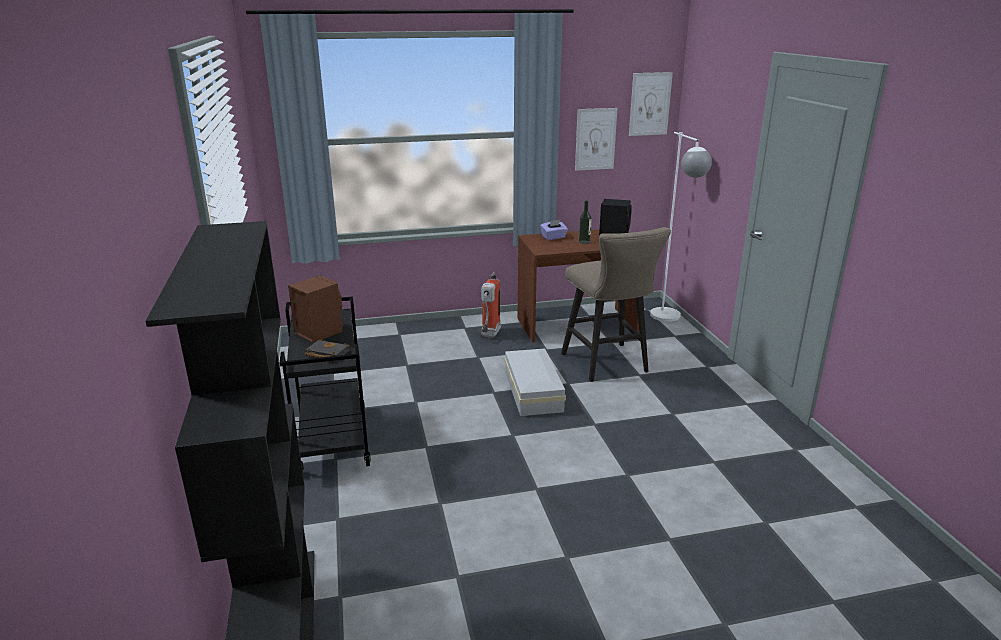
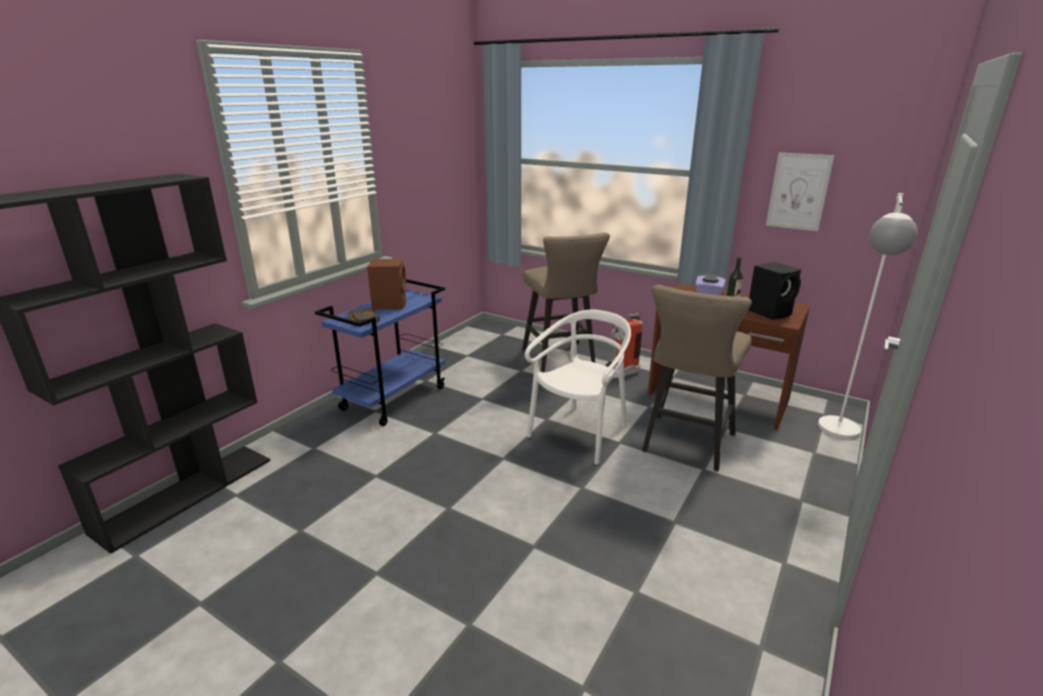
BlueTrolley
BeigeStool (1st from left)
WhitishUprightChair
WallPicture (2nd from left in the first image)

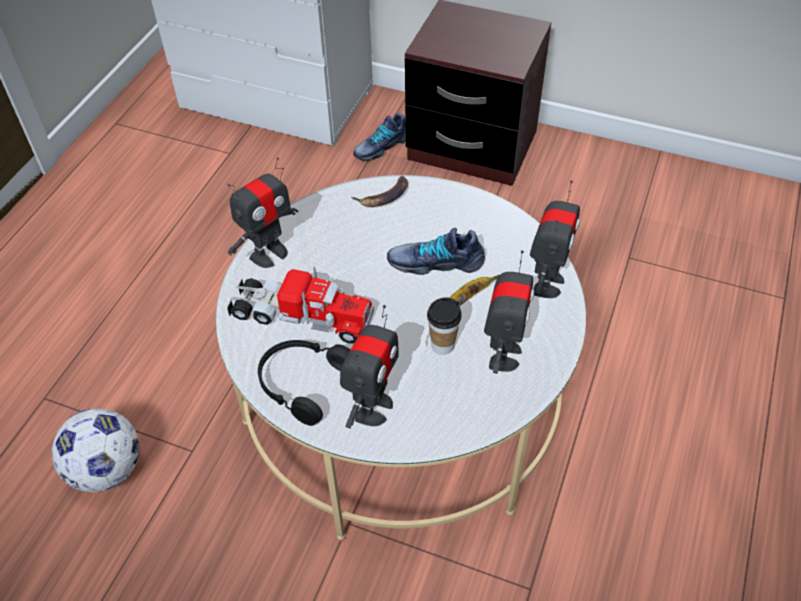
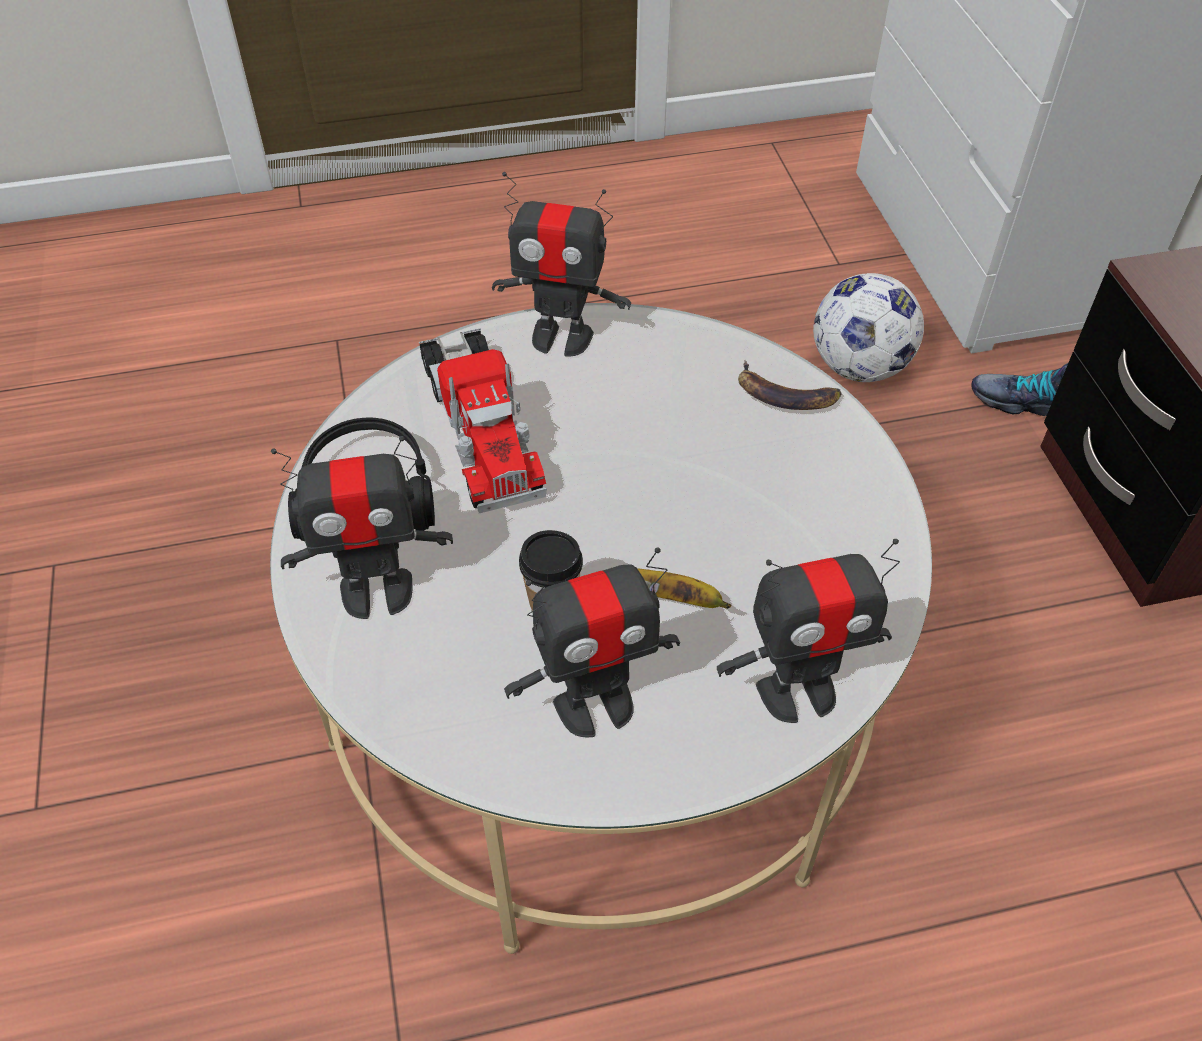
BallForFootball
ItemOfFootwear (2nd from left in the first image)

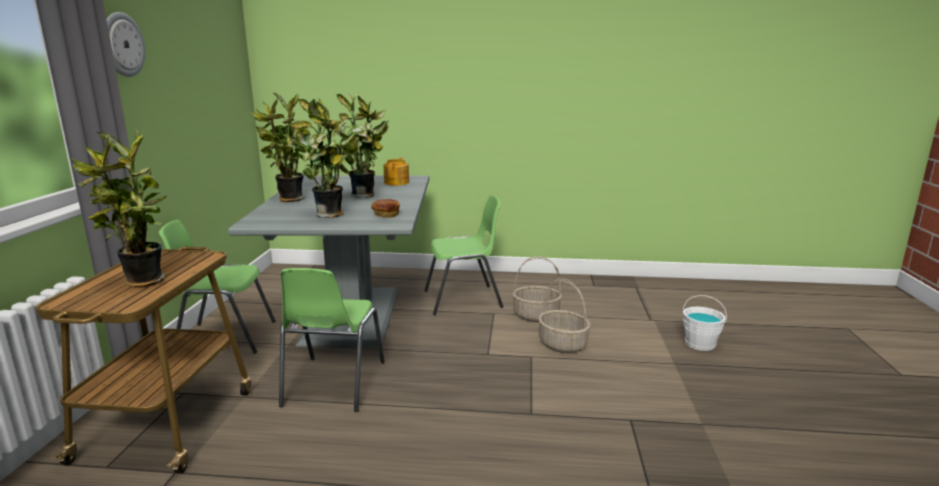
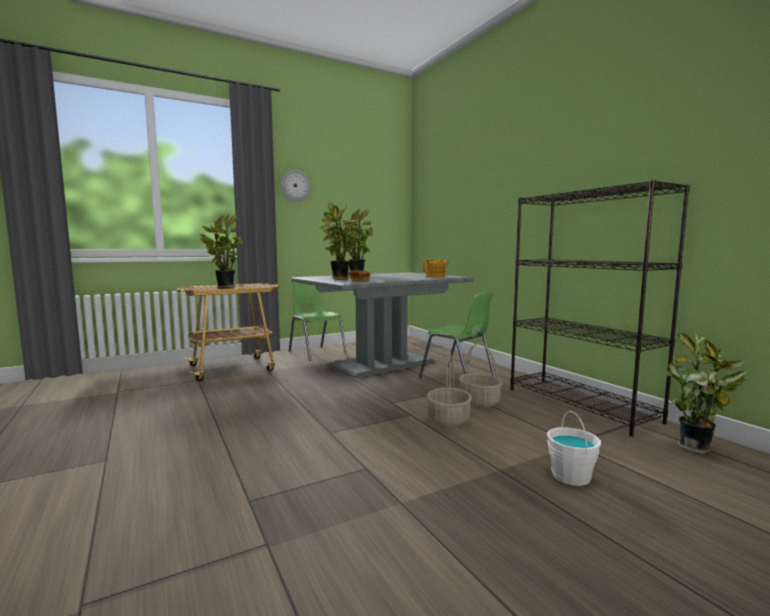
BlackColouredBookcase
Houseplant (4th from left)
GreenUprightChair (2nd from left in the first image)

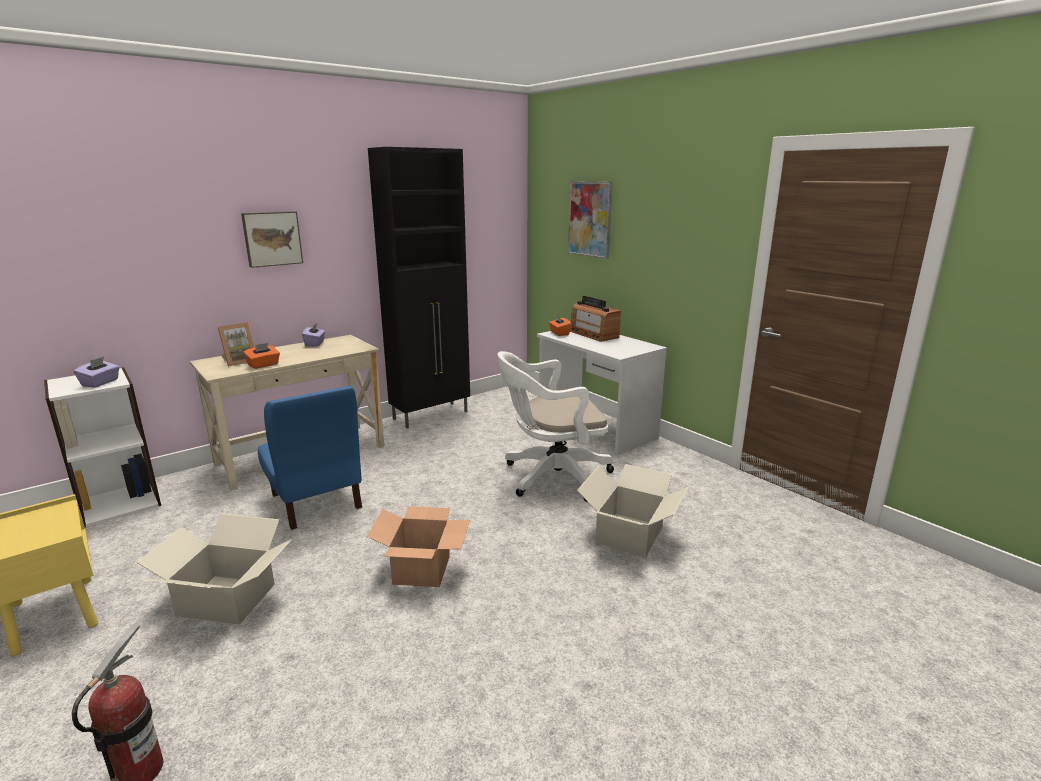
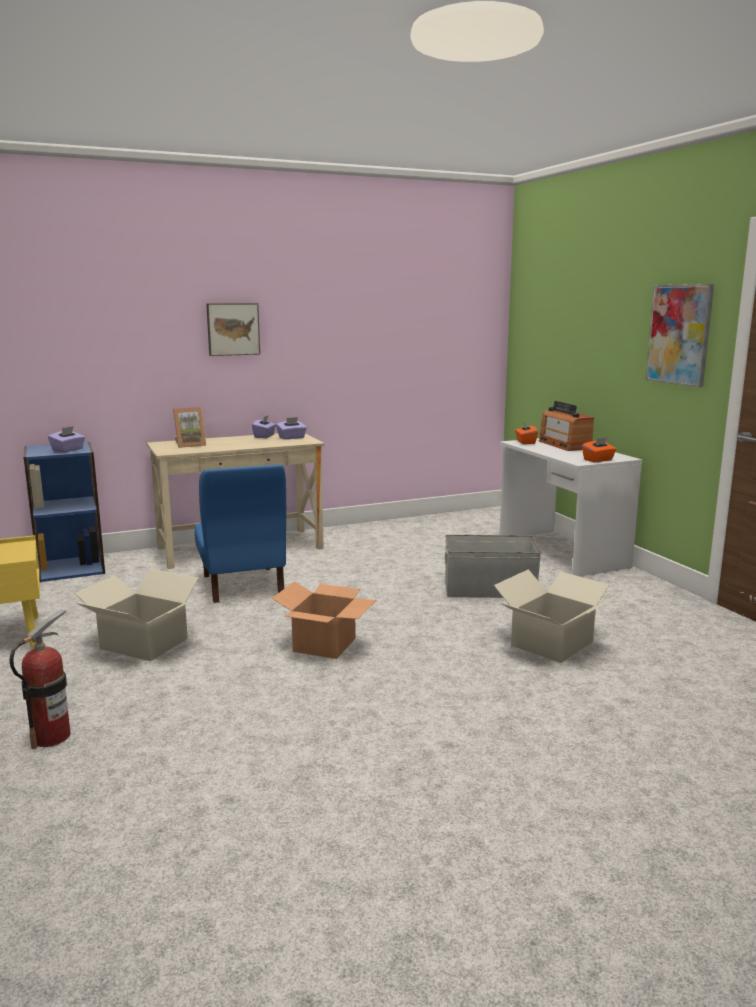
BlueBookcase
PurplishTissueHolder (3rd from left)
GrayStorageContainer
OrangeTissueHolder (2nd from left)
WallPicture (2nd from left)
BlackColouredCupboard

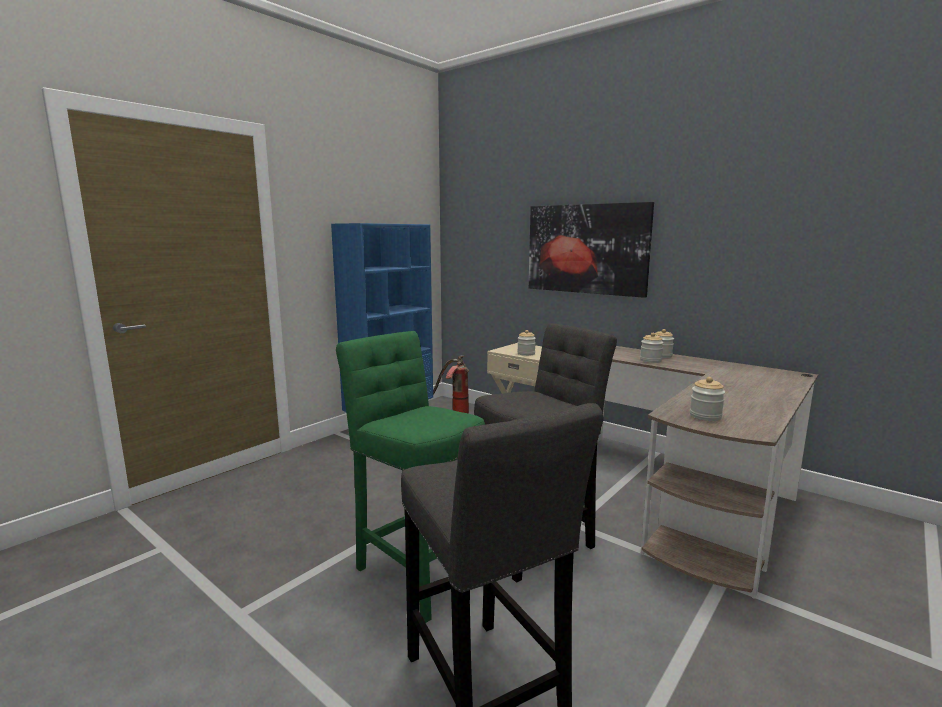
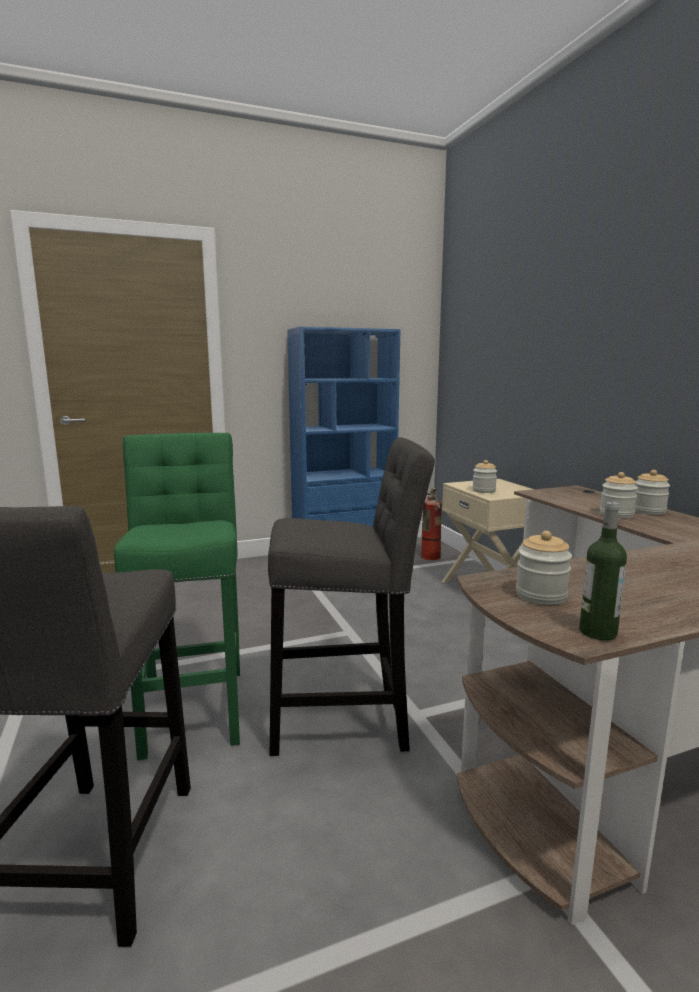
DrinkBottle
WallPicture

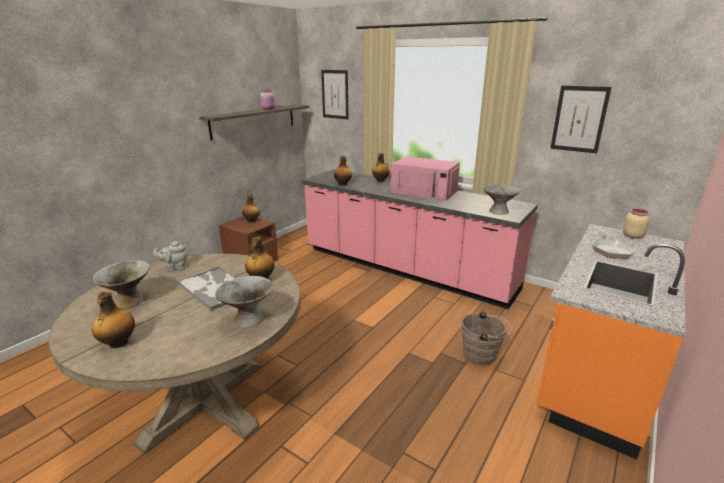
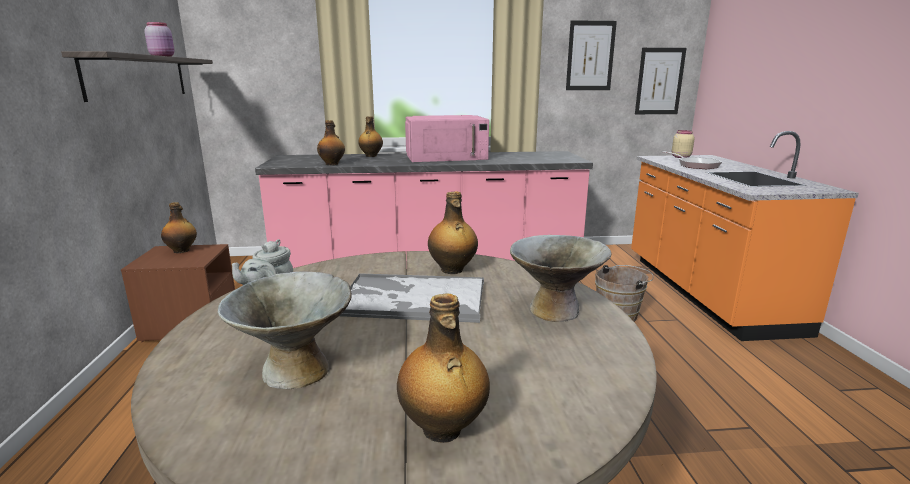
WallPicture (2nd from left)
GrayBowl (3rd from left in the first image)

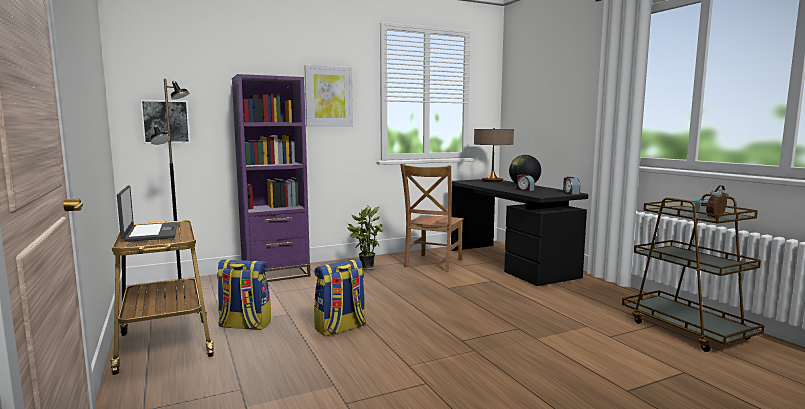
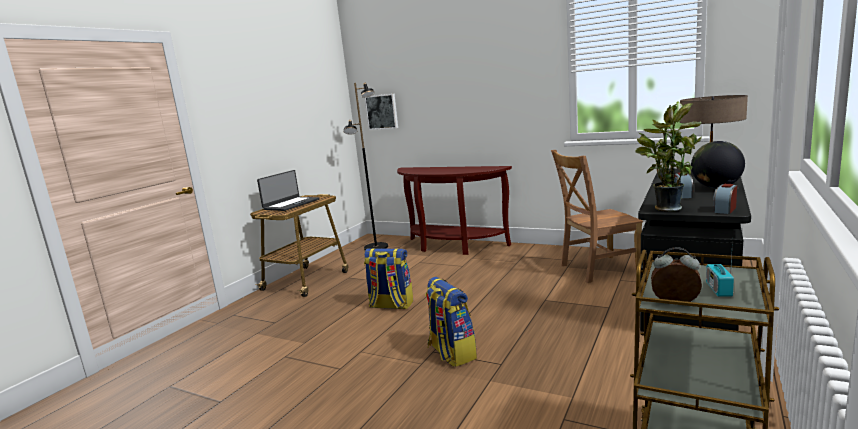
BrownHallTable
Backpack (2nd from left)
Houseplant
WallPicture (2nd from left in the first image)

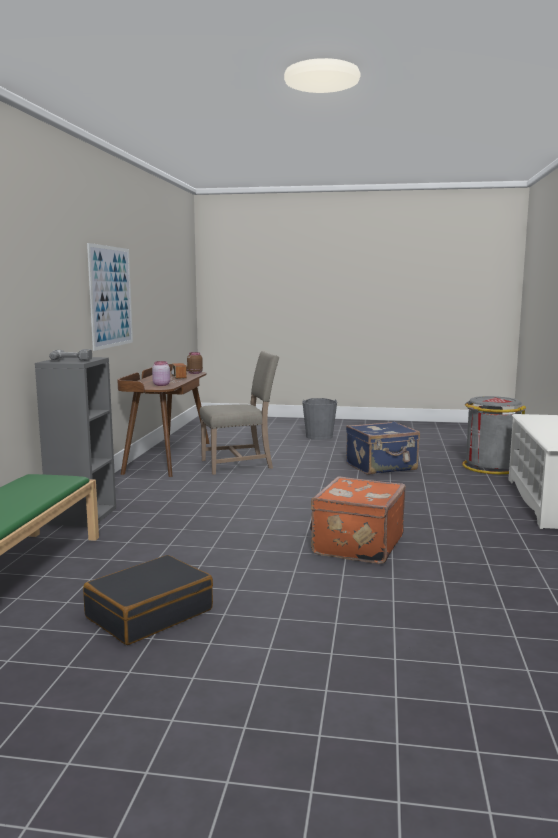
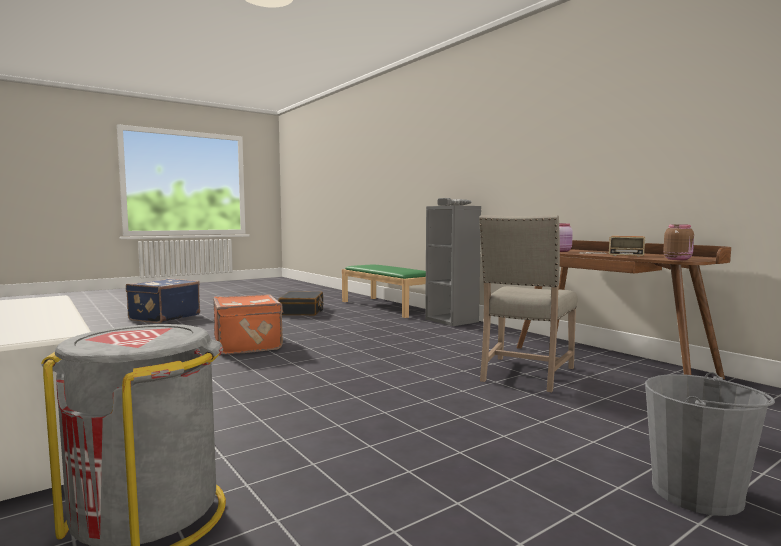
BlueTravelCase
WallPicture

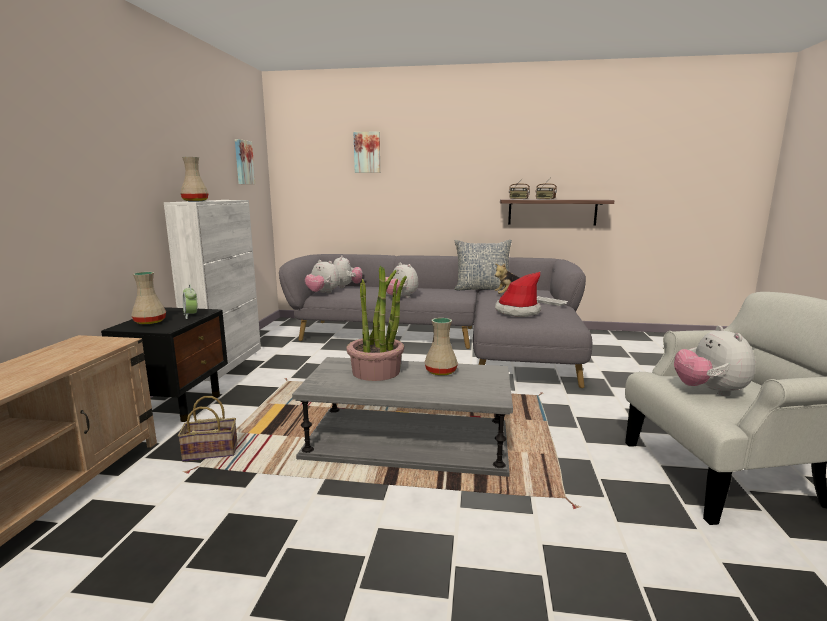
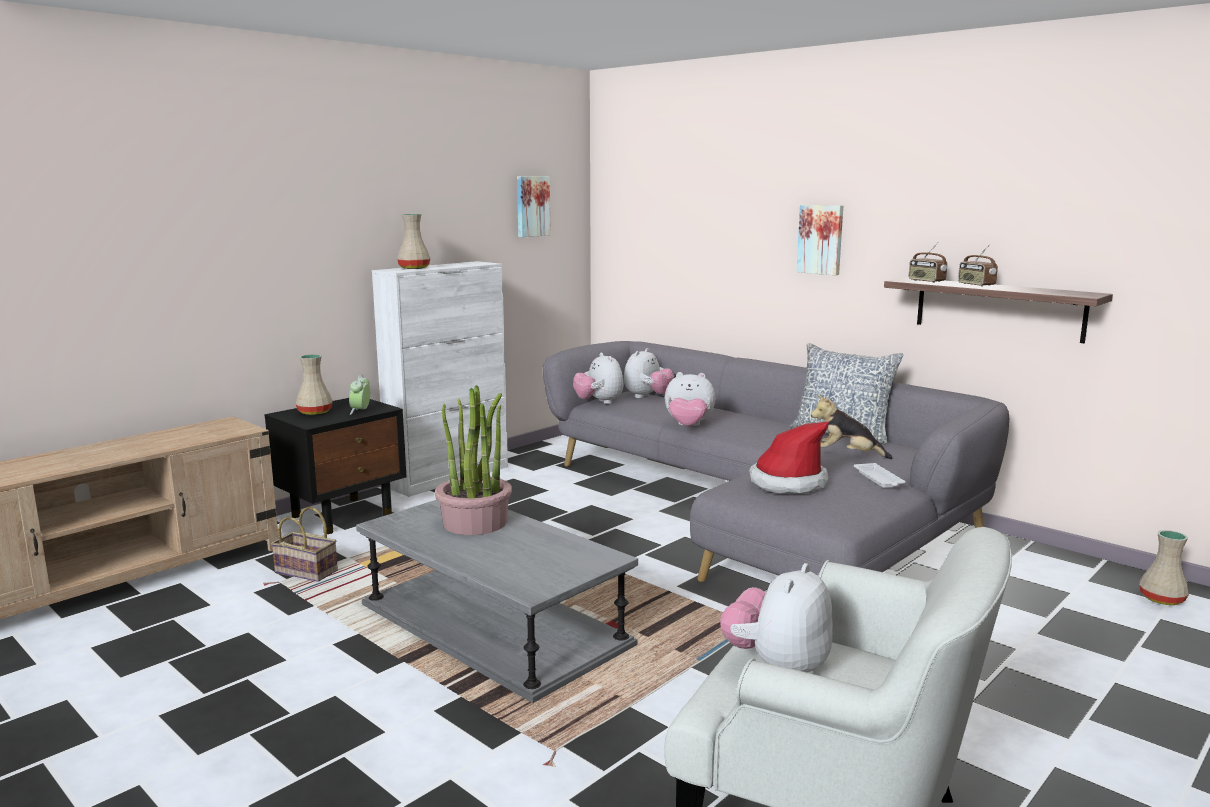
PlushToy (3rd from left)
WallPicture (2nd from left)
BeigeVase (3rd from left)

